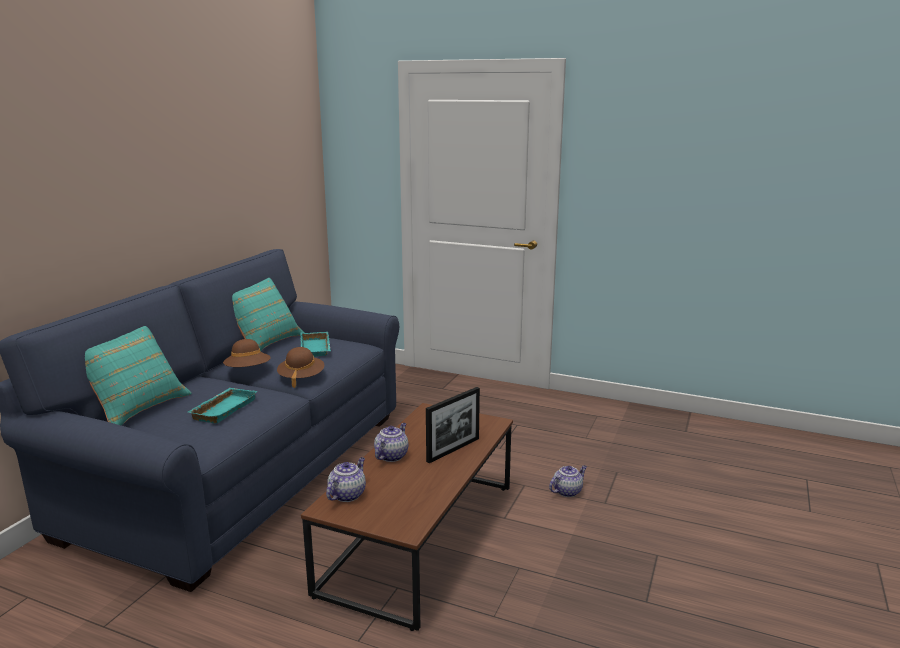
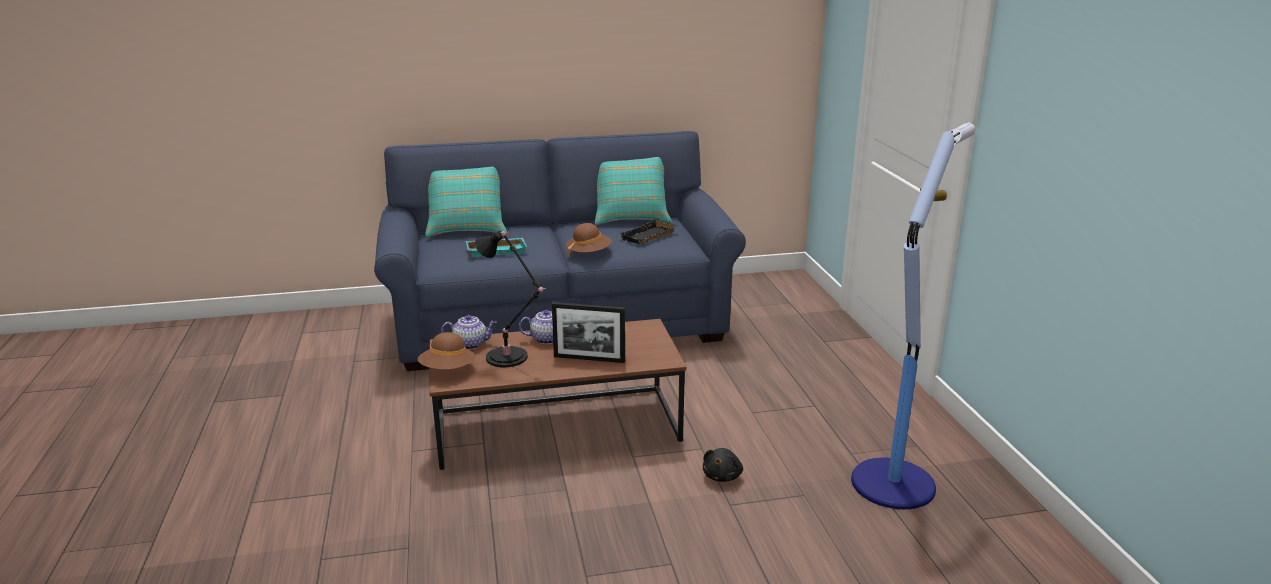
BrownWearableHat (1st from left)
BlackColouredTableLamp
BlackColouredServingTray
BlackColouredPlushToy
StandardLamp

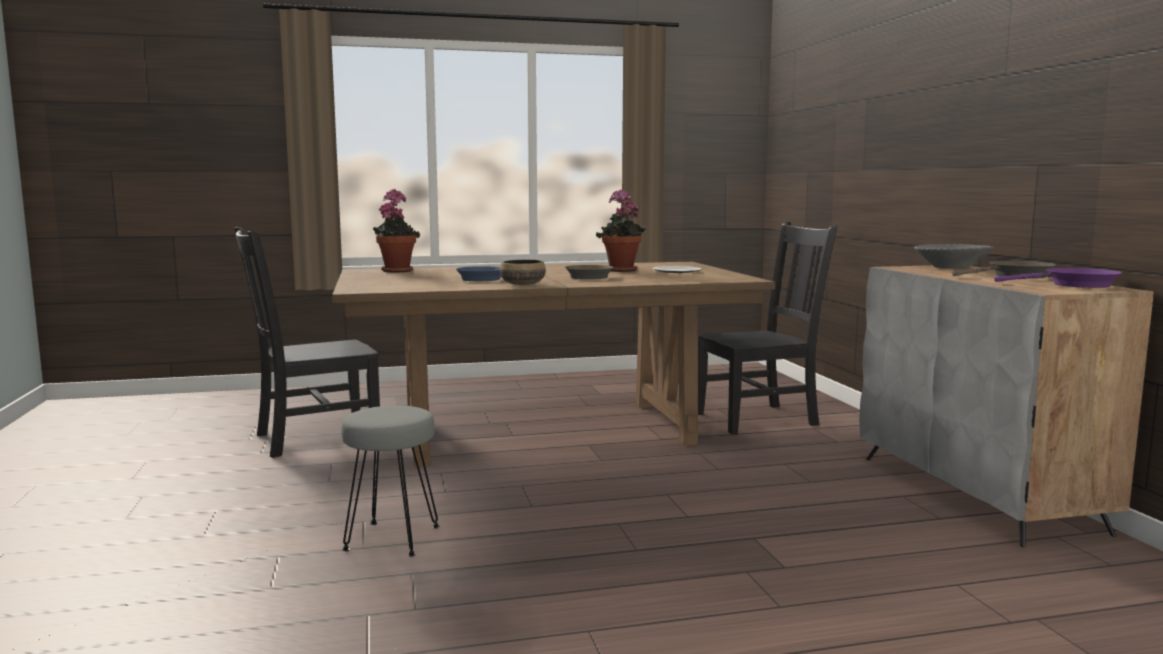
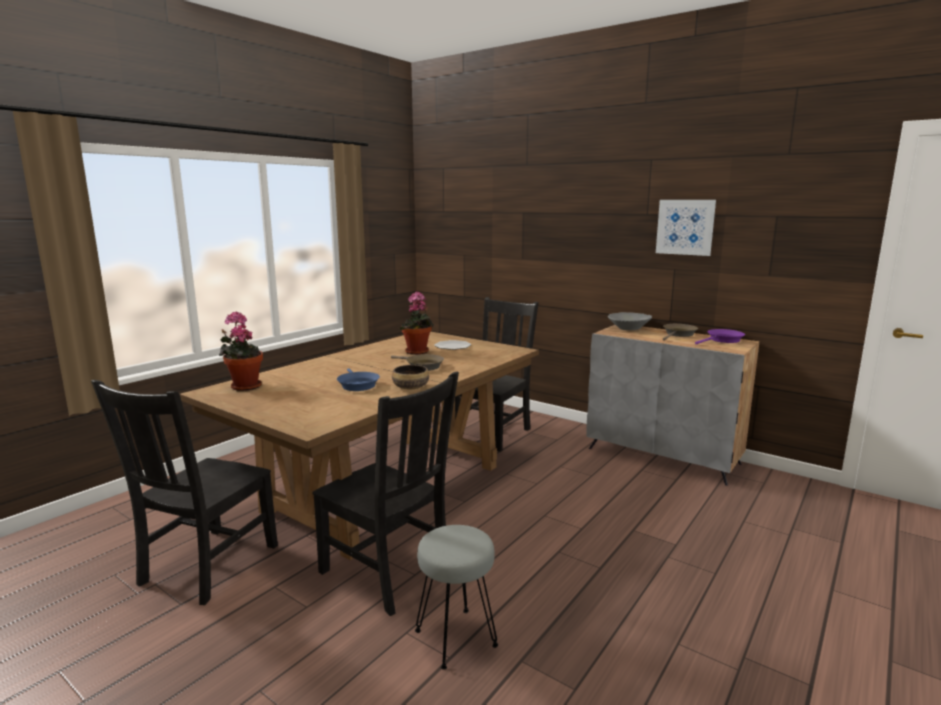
BlackColouredUprightChair (2nd from left)
WallPicture

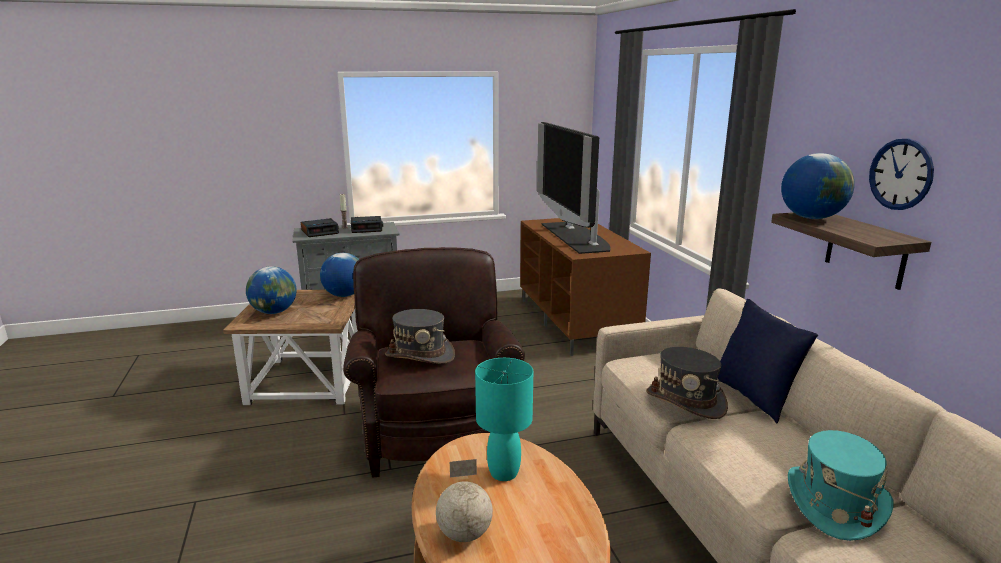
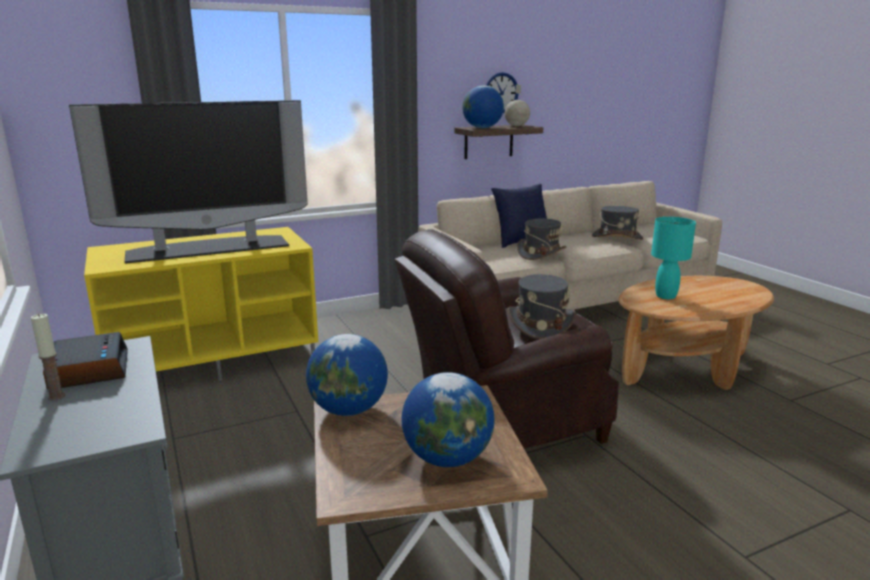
YellowColouredTvUnit
DeskGlobe (4th from left)
GrayWearableHat (3rd from left)
TableClock (1st from left in the first image)

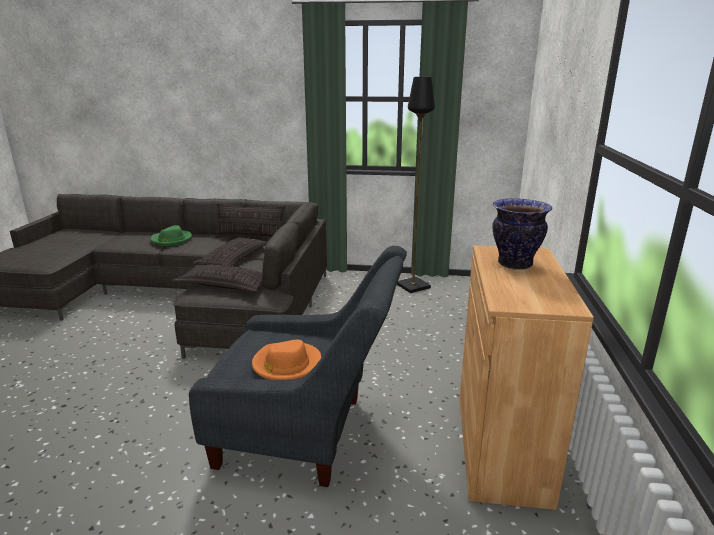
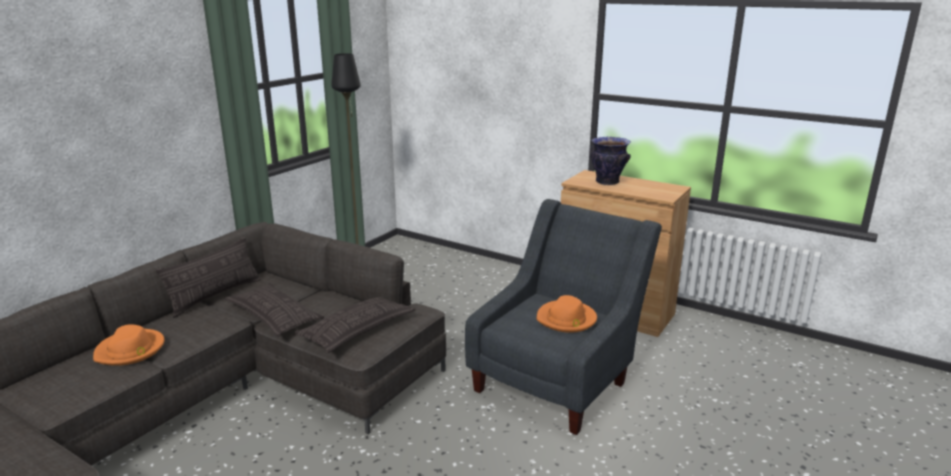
OrangeWearableHat (1st from left)

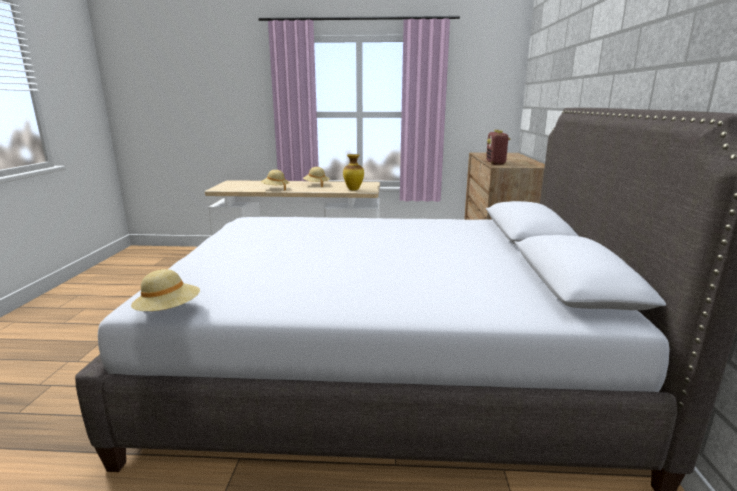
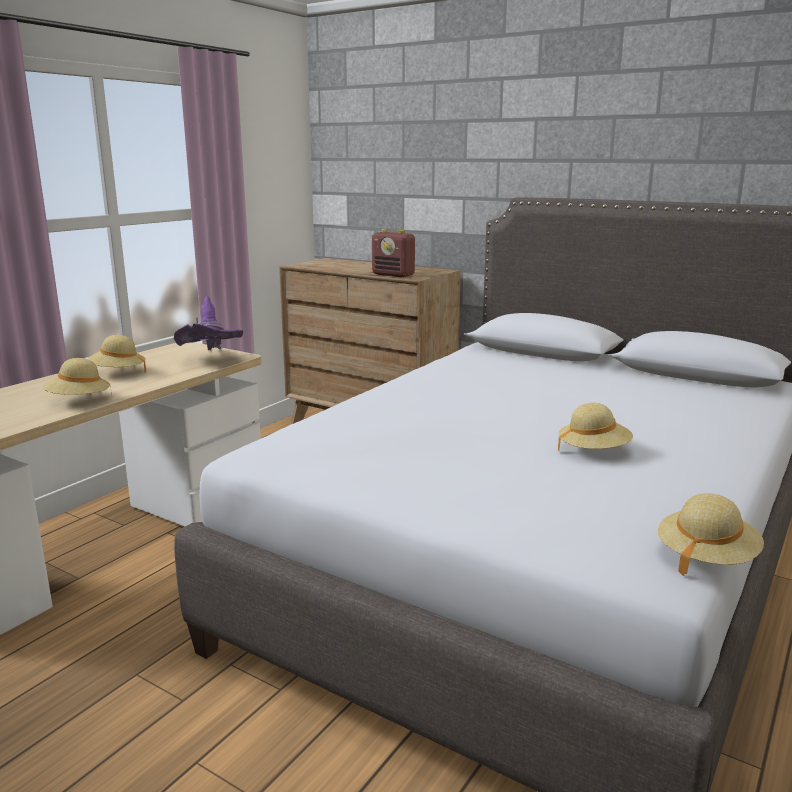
PurplishWearableHat
BeigeWearableHat (3rd from left)

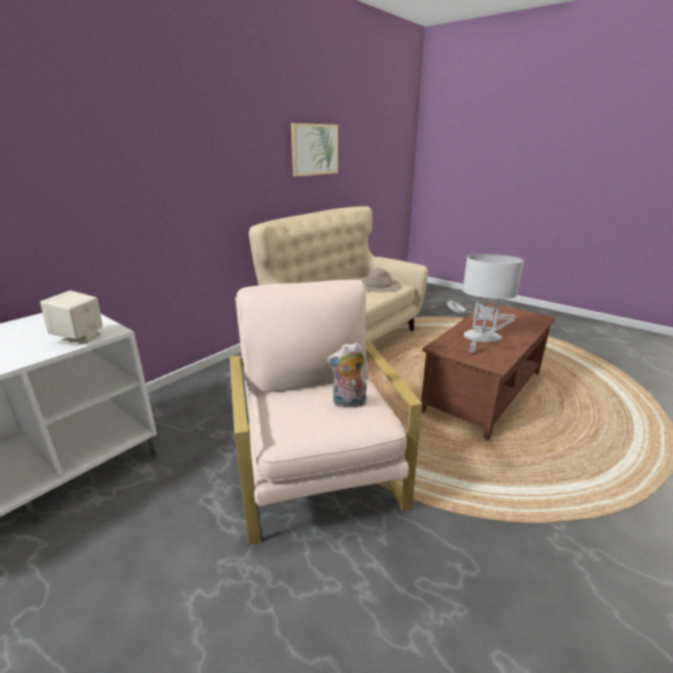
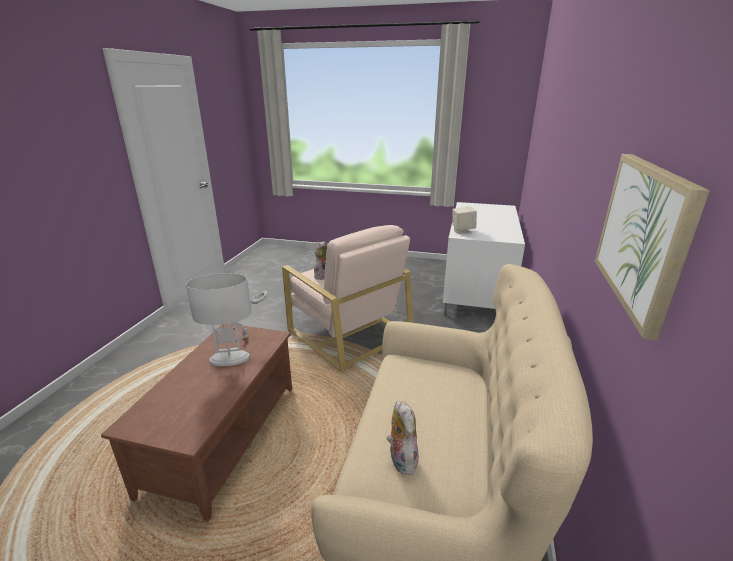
PlushToy (2nd from left)

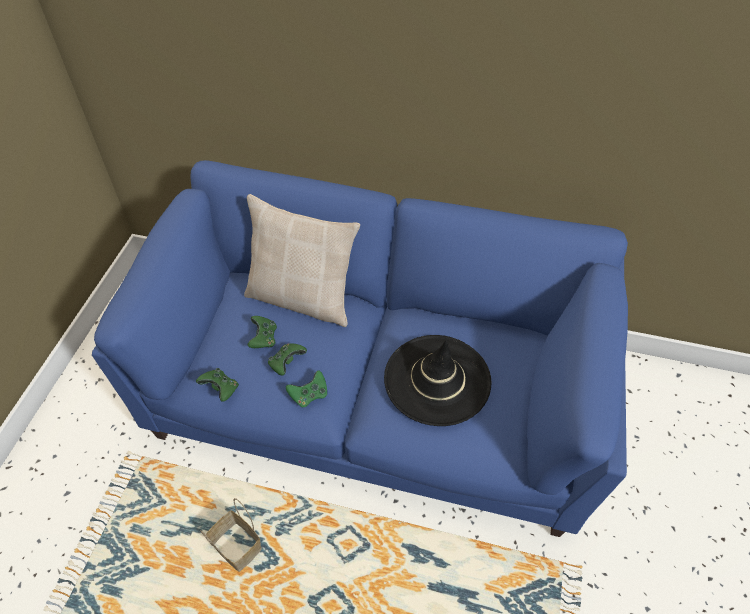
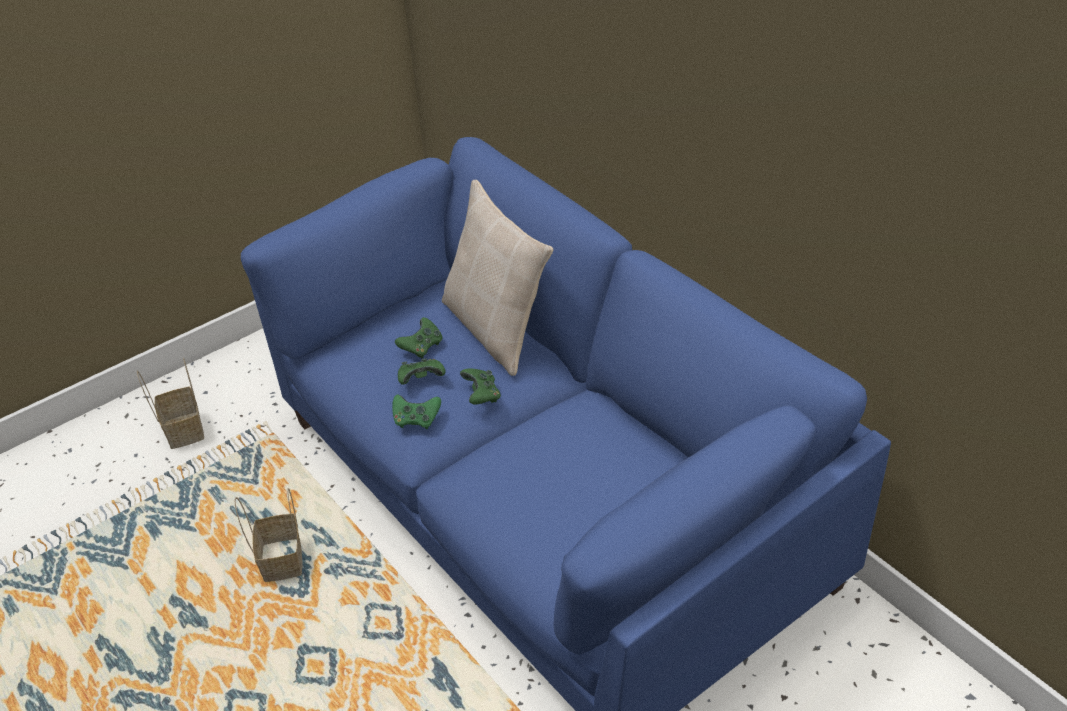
StorageBasket (1st from left)
GreenGamepad (4th from left)
BlackColouredWearableHat

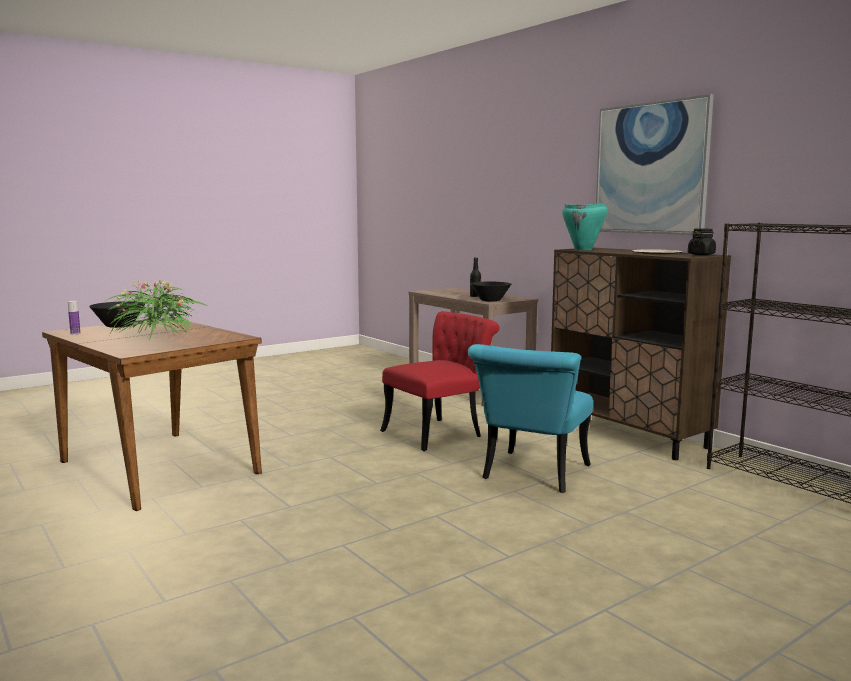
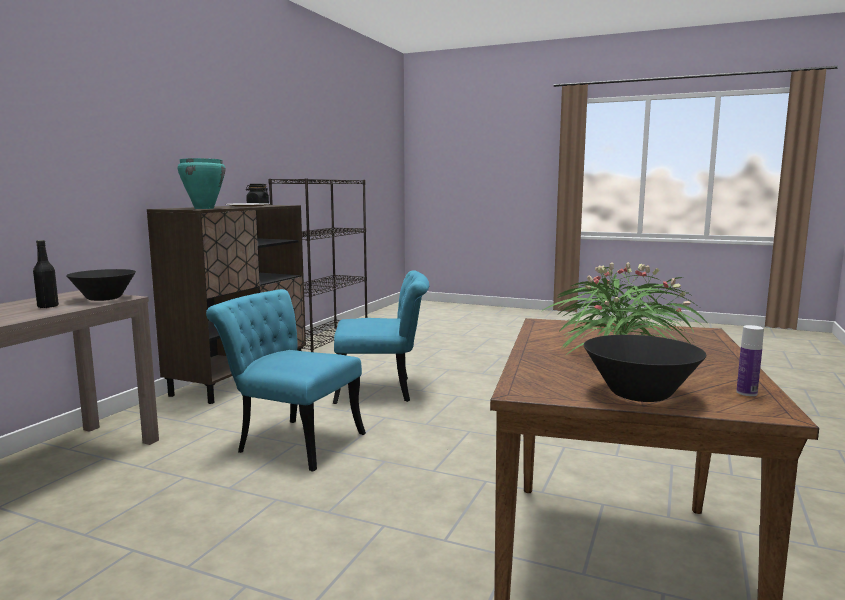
TurquoiseUprightChair (1st from left)
WallPicture

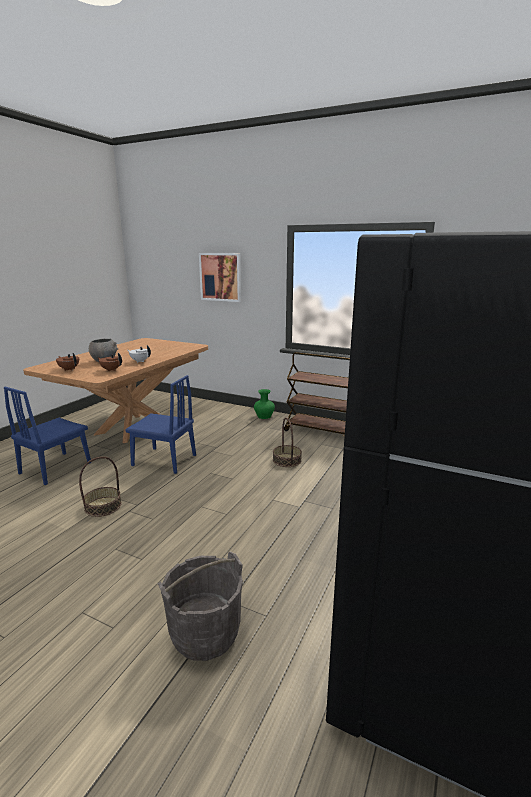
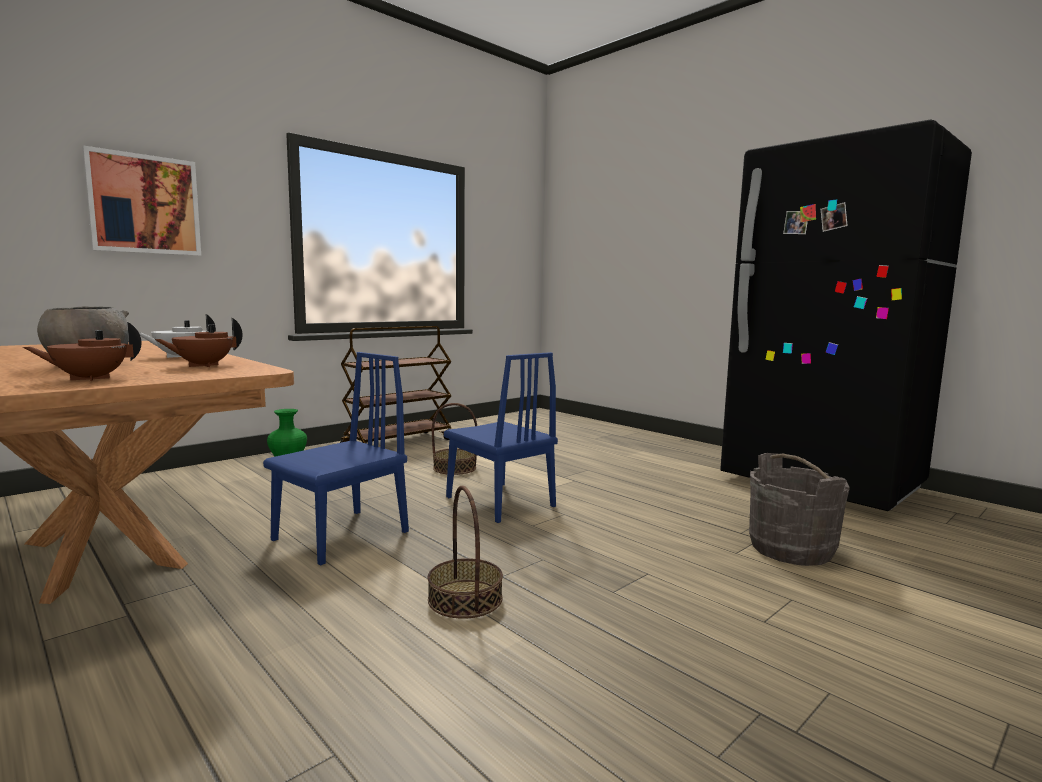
BlueUprightChair (2nd from left)

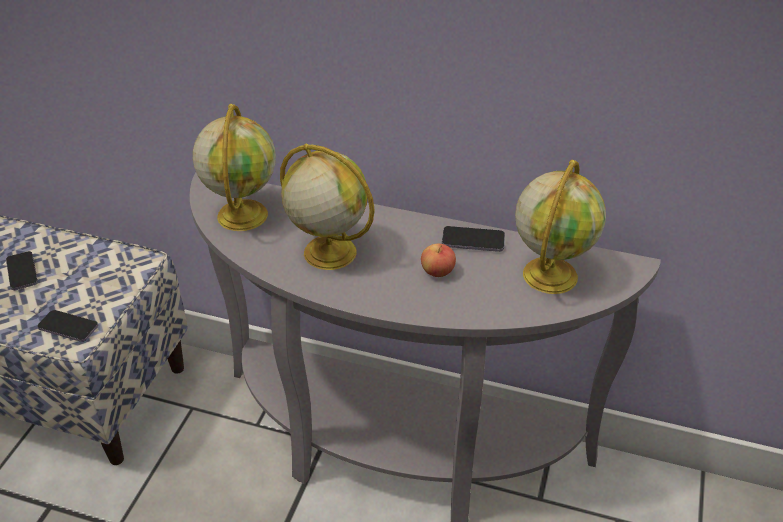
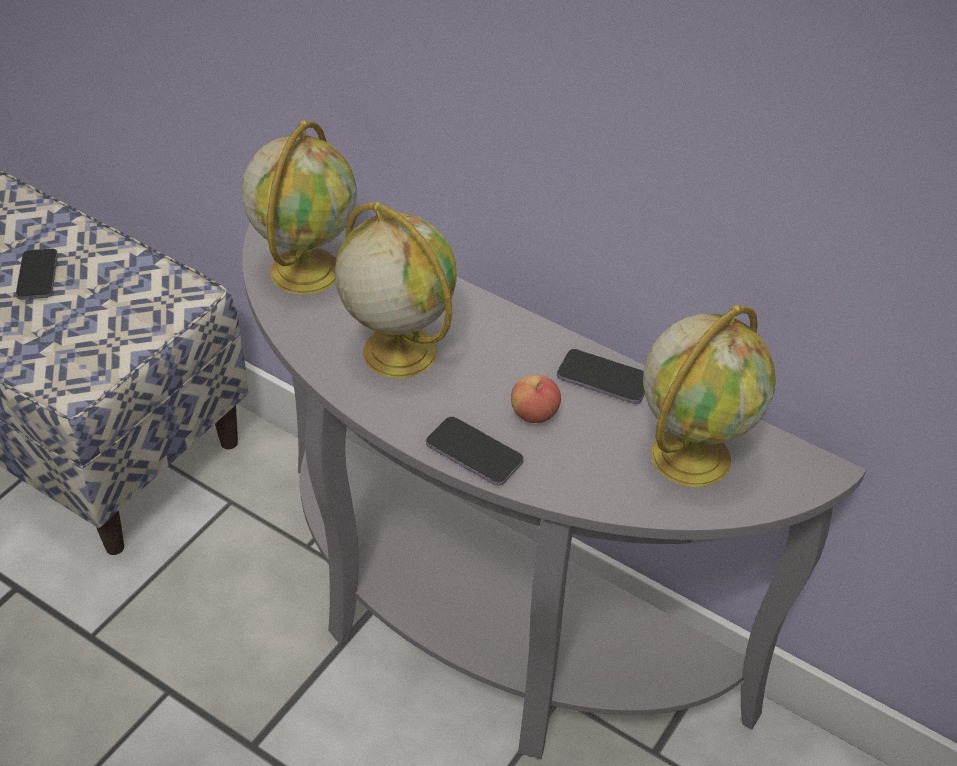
Phone (2nd from left)

